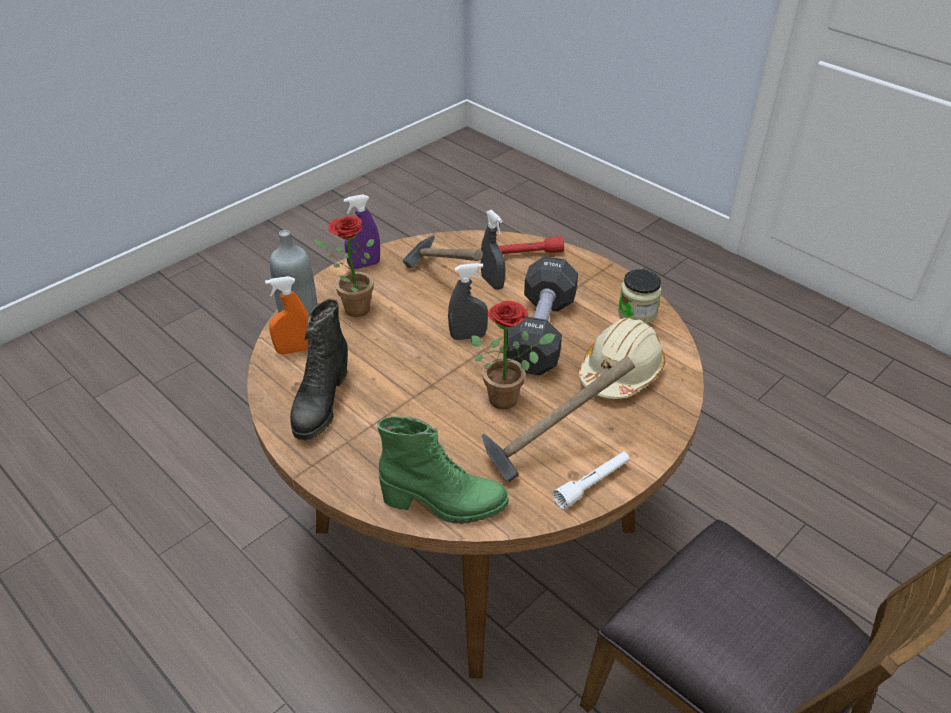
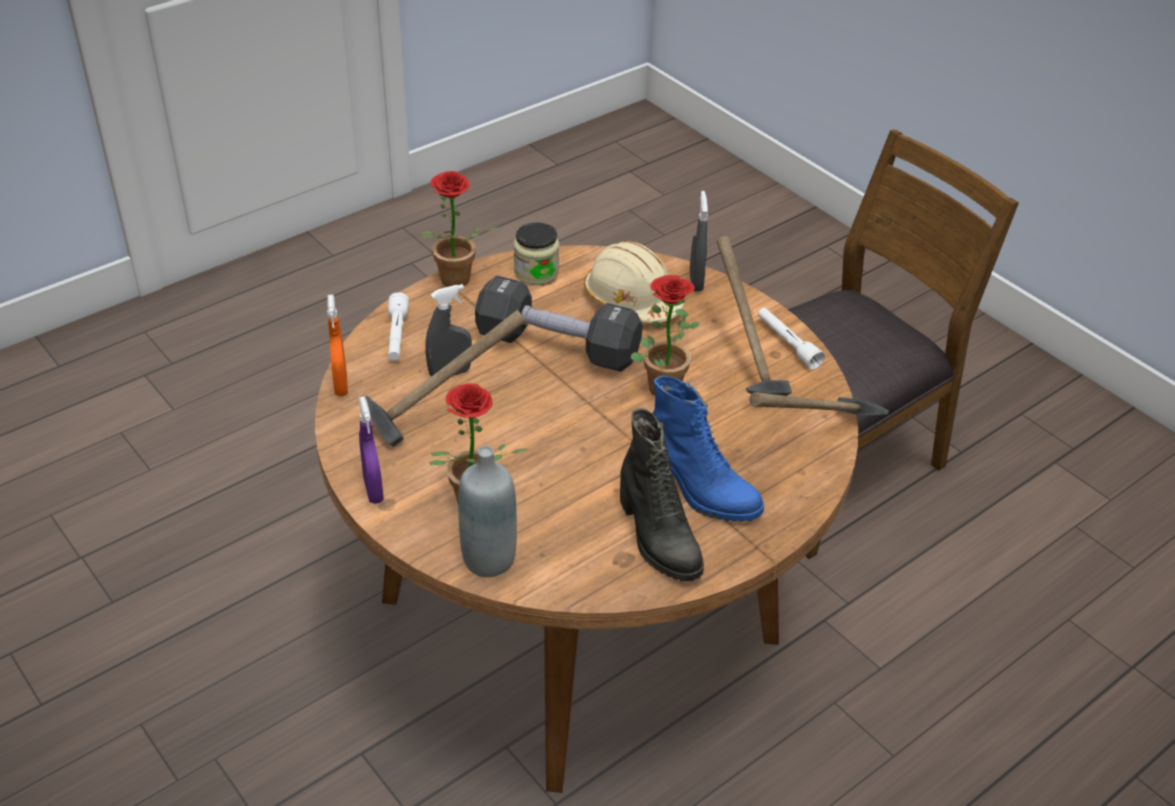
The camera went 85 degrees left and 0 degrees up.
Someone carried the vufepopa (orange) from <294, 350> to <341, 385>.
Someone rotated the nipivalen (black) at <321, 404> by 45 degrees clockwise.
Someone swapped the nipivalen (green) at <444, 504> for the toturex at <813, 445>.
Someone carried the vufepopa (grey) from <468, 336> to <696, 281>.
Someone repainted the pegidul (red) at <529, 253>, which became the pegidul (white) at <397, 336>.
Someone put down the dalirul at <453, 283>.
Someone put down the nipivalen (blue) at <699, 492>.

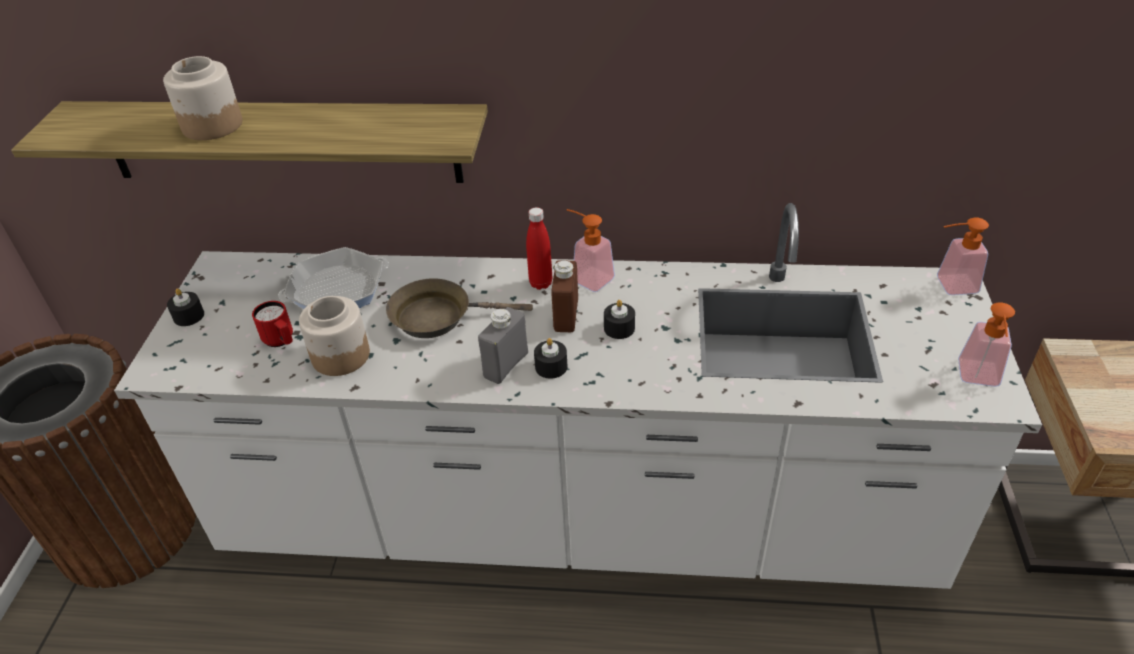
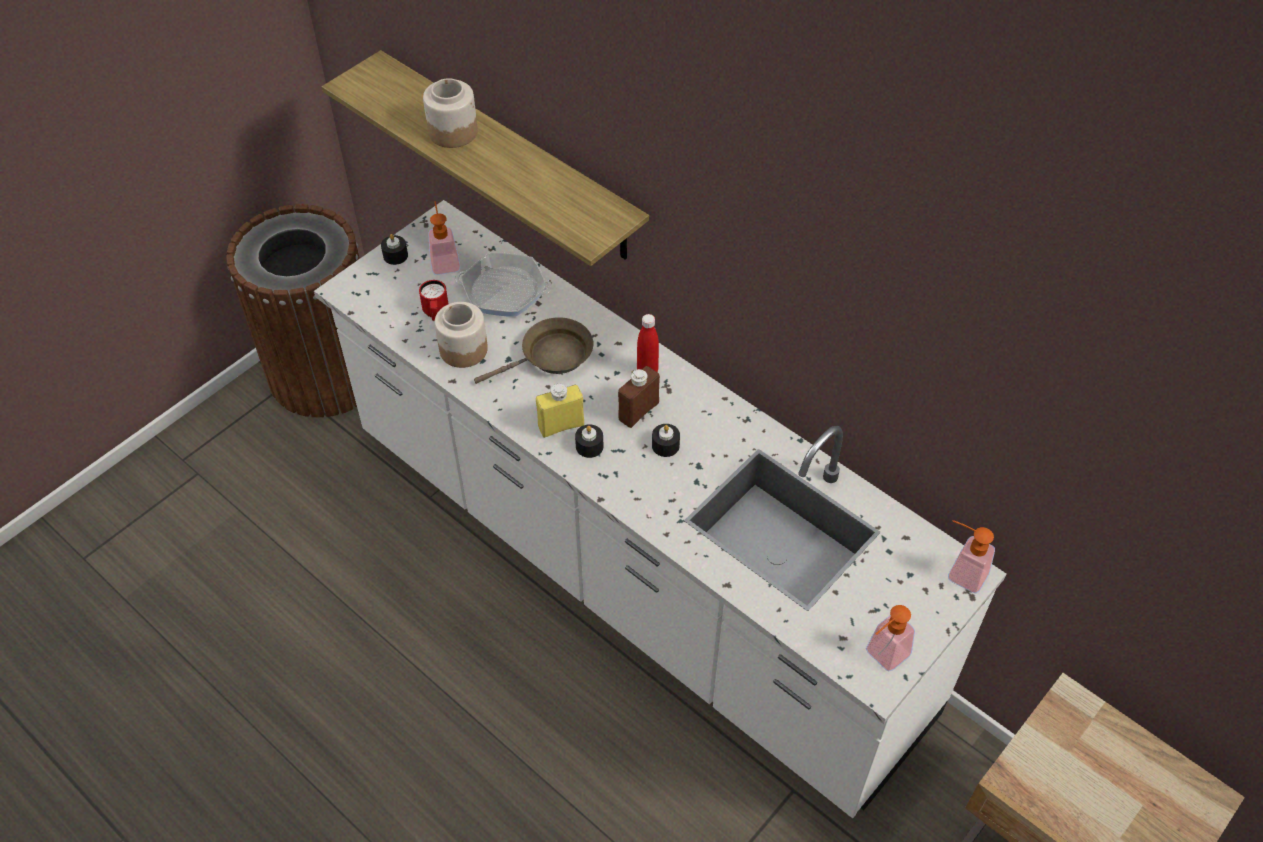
The camera went 35 degrees right and 10 degrees up.
Someone rotated the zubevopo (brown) at <438, 316> by 120 degrees clockwise.
Someone repainted the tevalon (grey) at <506, 365>, which became the tevalon (yellow) at <561, 426>.
Someone carried the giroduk from <587, 277> to <444, 260>.

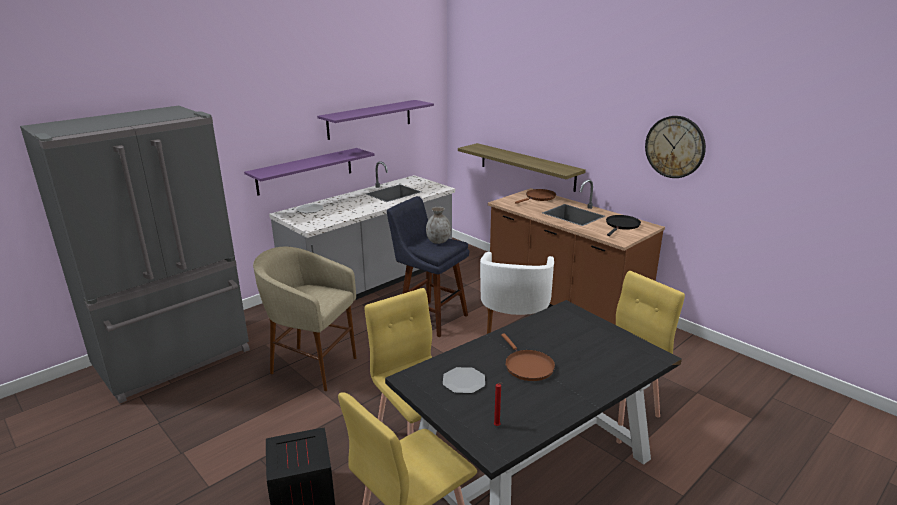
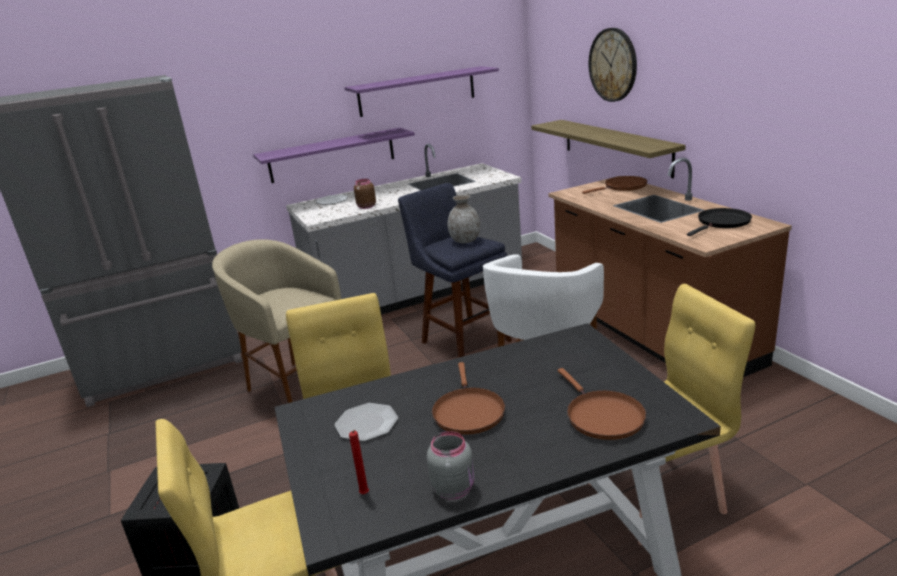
The camera went 20 degrees right and 0 degrees up.
Someone carried the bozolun from <675, 147> to <613, 65>.
Someone put down the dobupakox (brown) at <366, 207>.
Someone put down the dobupakox (grey) at <453, 488>.
Someone put down the zubevopo (brown) at <602, 416>.

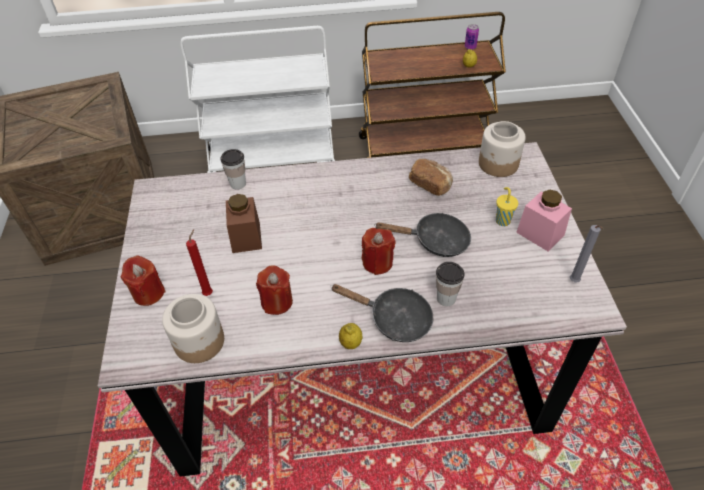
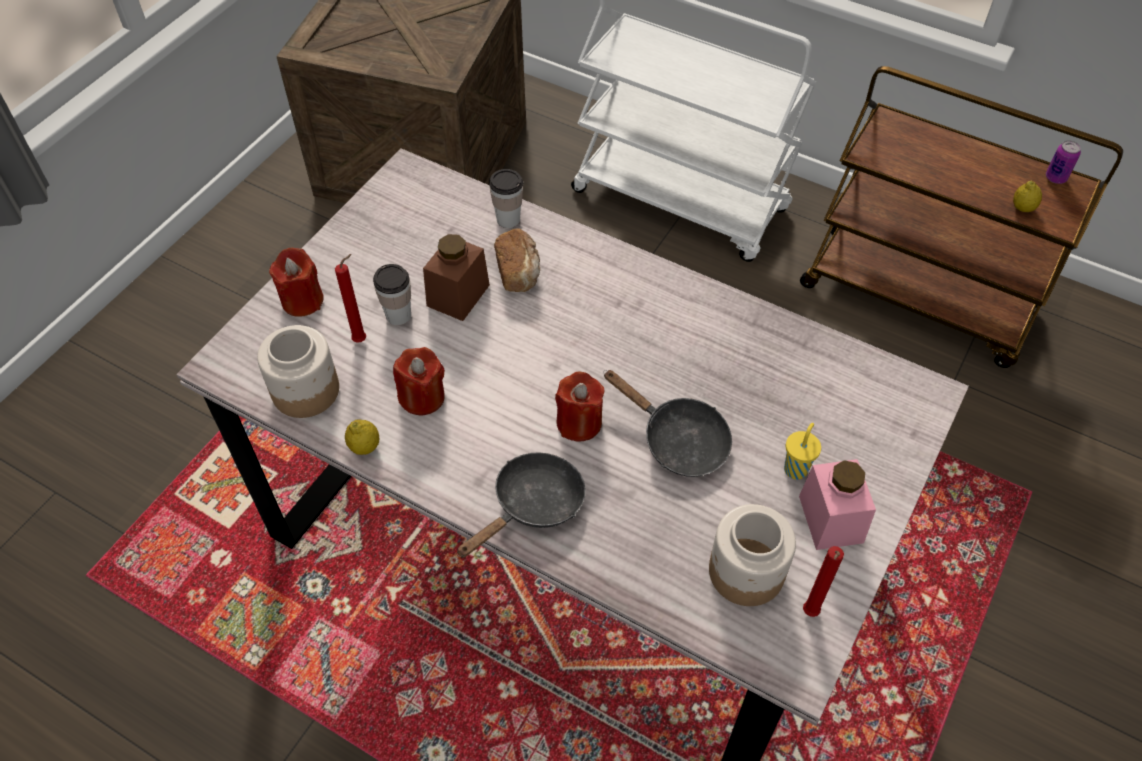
The camera went 35 degrees right and 5 degrees up.
Someone rotated the zubevopo (black) at <394, 319> by 105 degrees counterclockwise.
Someone carried the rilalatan from <351, 343> to <365, 447>.
Someone carried the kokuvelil from <430, 184> to <519, 271>.
Someone carried the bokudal from <446, 298> to <398, 315>.
Someone carried the dobupakox from <498, 164> to <745, 572>.
Someone repainted the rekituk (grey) at <574, 282>, which became the rekituk (red) at <809, 614>.

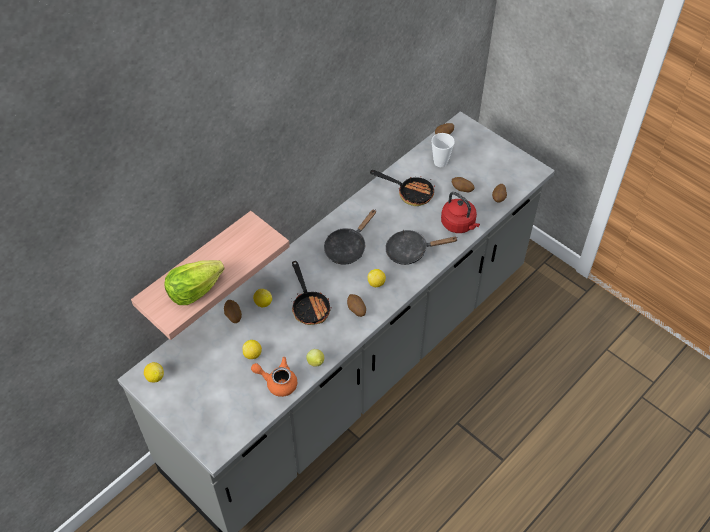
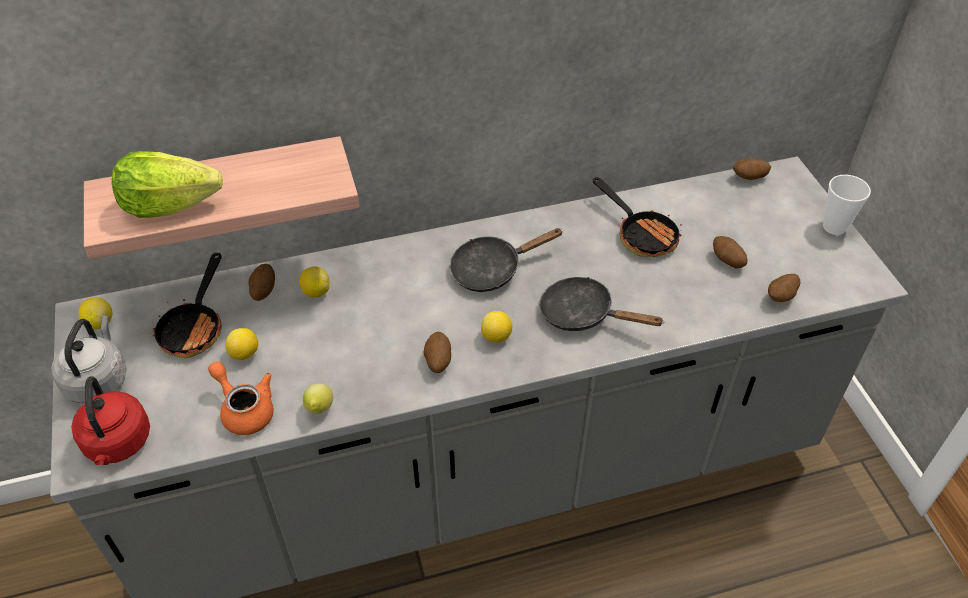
The camera went 30 degrees right and 5 degrees down.
Someone carried the zubevopo from <309, 306> to <195, 327>.
Someone carried the bokudal from <440, 162> to <834, 227>.
Someone carried the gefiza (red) from <459, 224> to <118, 444>.
Someone put down the gefiza (grey) at <98, 379>.

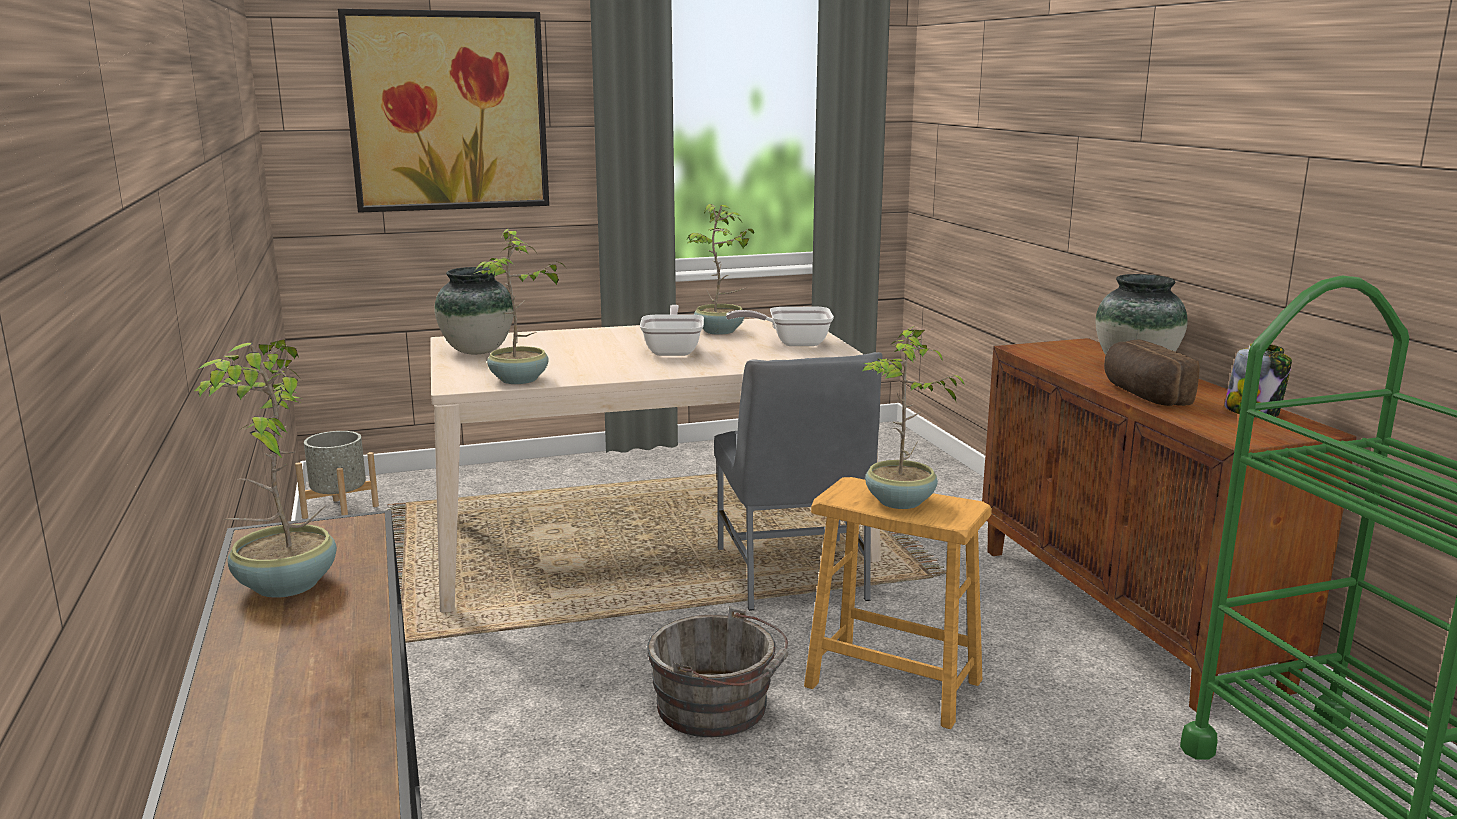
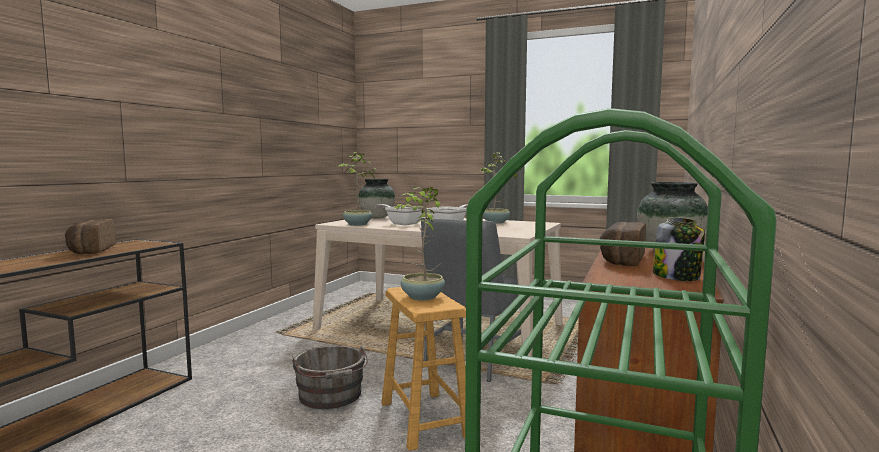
The camera went 40 degrees right and 10 degrees down.
Someone swapped the dalirul at <284, 586> for the kokuvelil at <90, 250>.
Someone took away the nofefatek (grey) at <341, 512>.
Someone took away the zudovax at <448, 111>.
Someone carried the zubevopo from <792, 343> to <402, 224>.

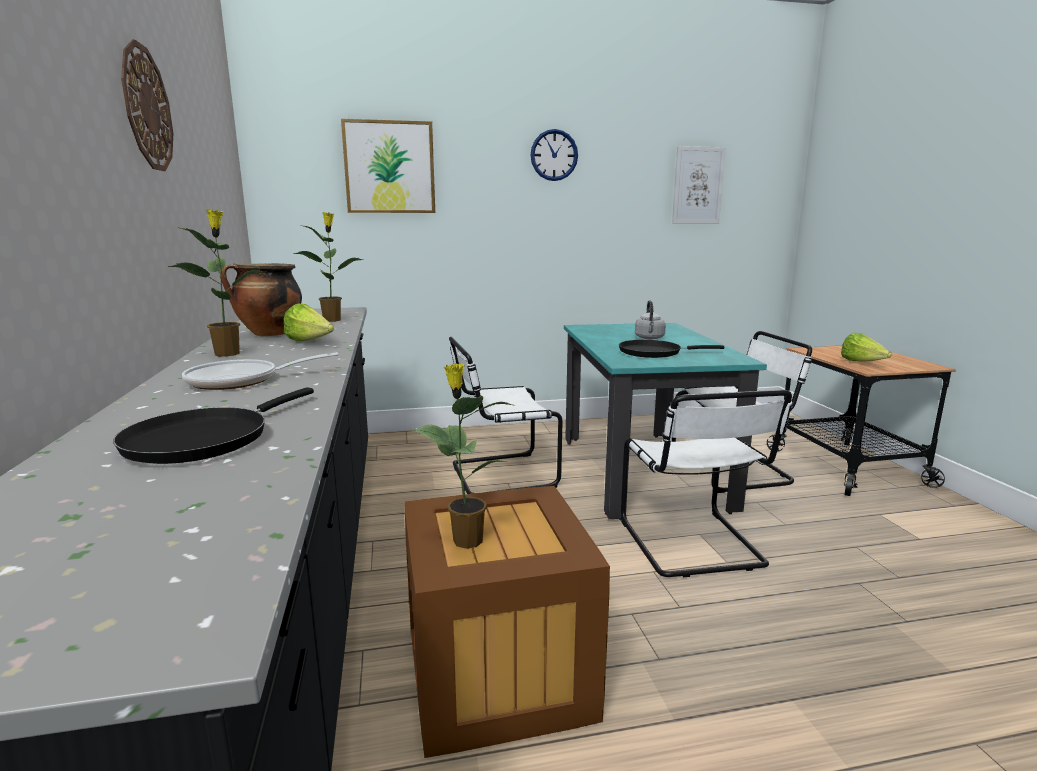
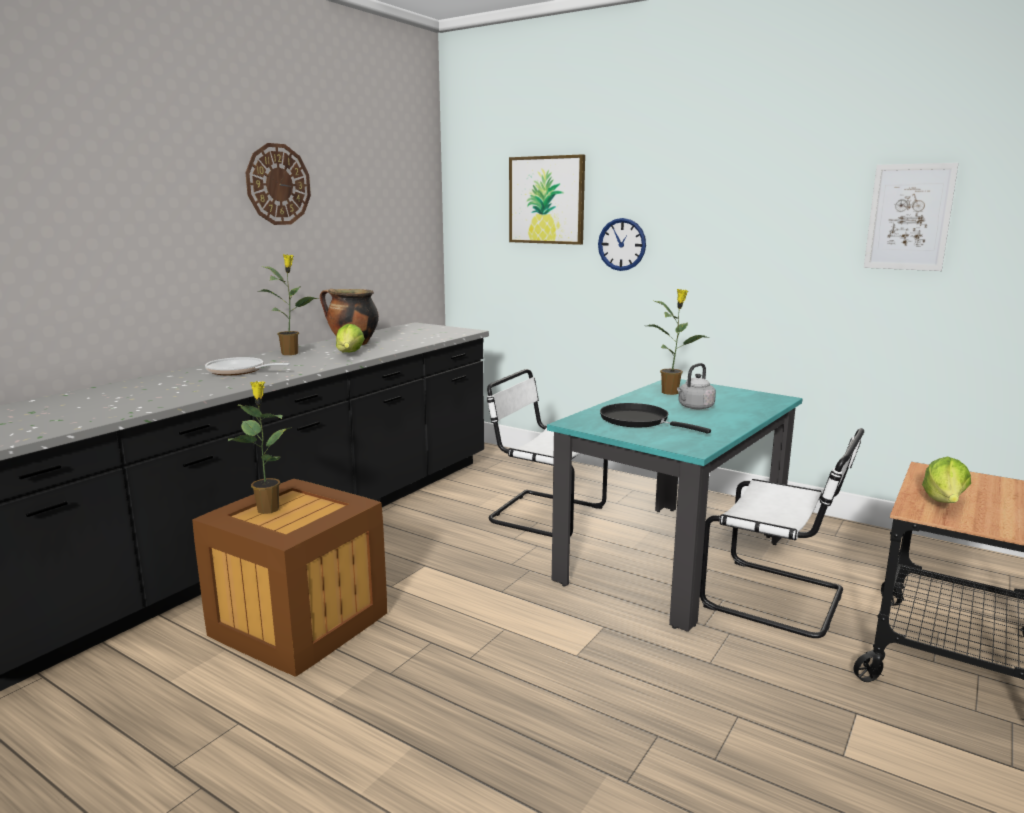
The camera went 45 degrees right and 0 degrees up.
Someone took away the zubevopo (black) at <205, 439>.
Someone carried the dalirul from <333, 320> to <671, 392>.
Someone carried the bozolun from <554, 155> to <622, 244>.
Someone took away the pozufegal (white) at <693, 545>.

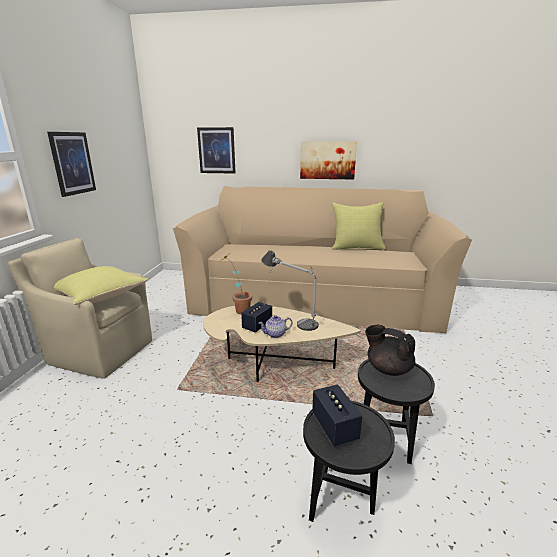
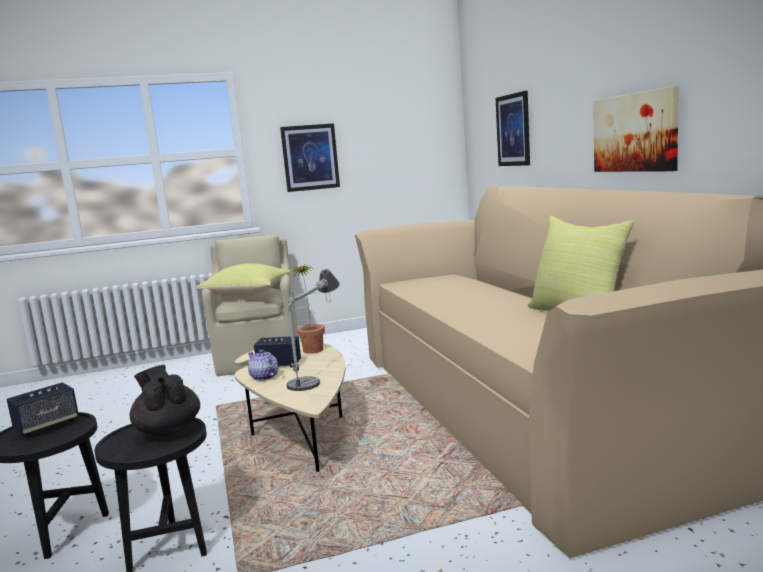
The camera went 65 degrees right and 10 degrees down.
Someone rotated the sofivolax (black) at <388, 368> by 45 degrees counterclockwise.

